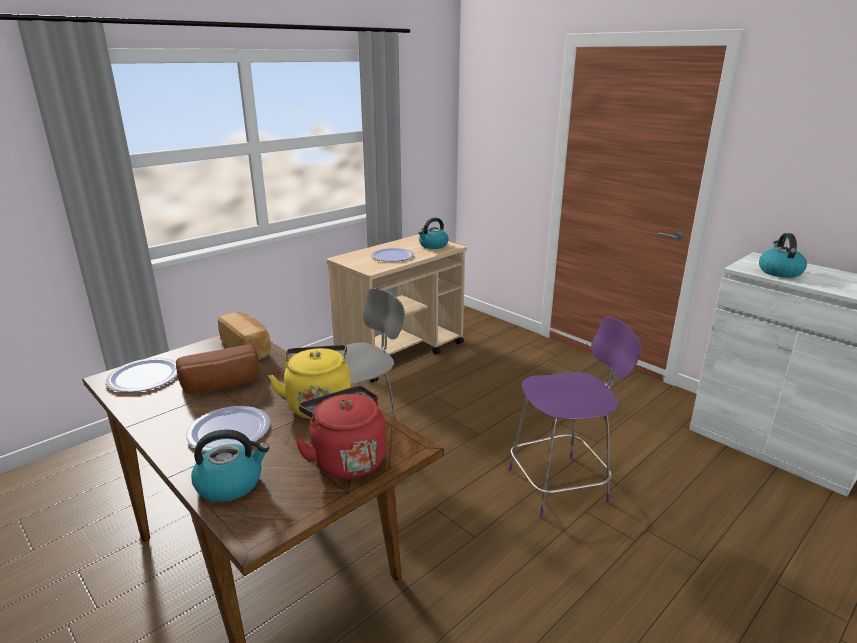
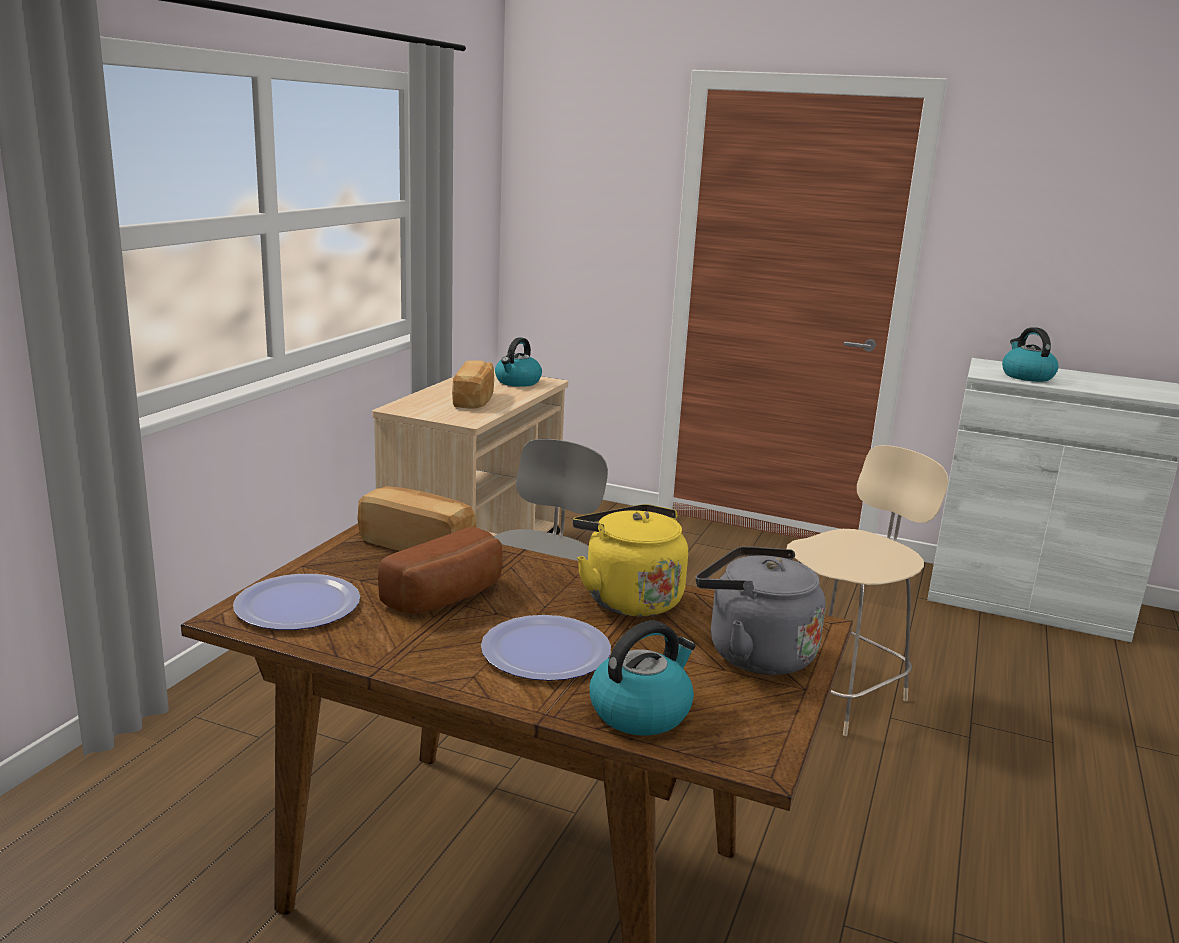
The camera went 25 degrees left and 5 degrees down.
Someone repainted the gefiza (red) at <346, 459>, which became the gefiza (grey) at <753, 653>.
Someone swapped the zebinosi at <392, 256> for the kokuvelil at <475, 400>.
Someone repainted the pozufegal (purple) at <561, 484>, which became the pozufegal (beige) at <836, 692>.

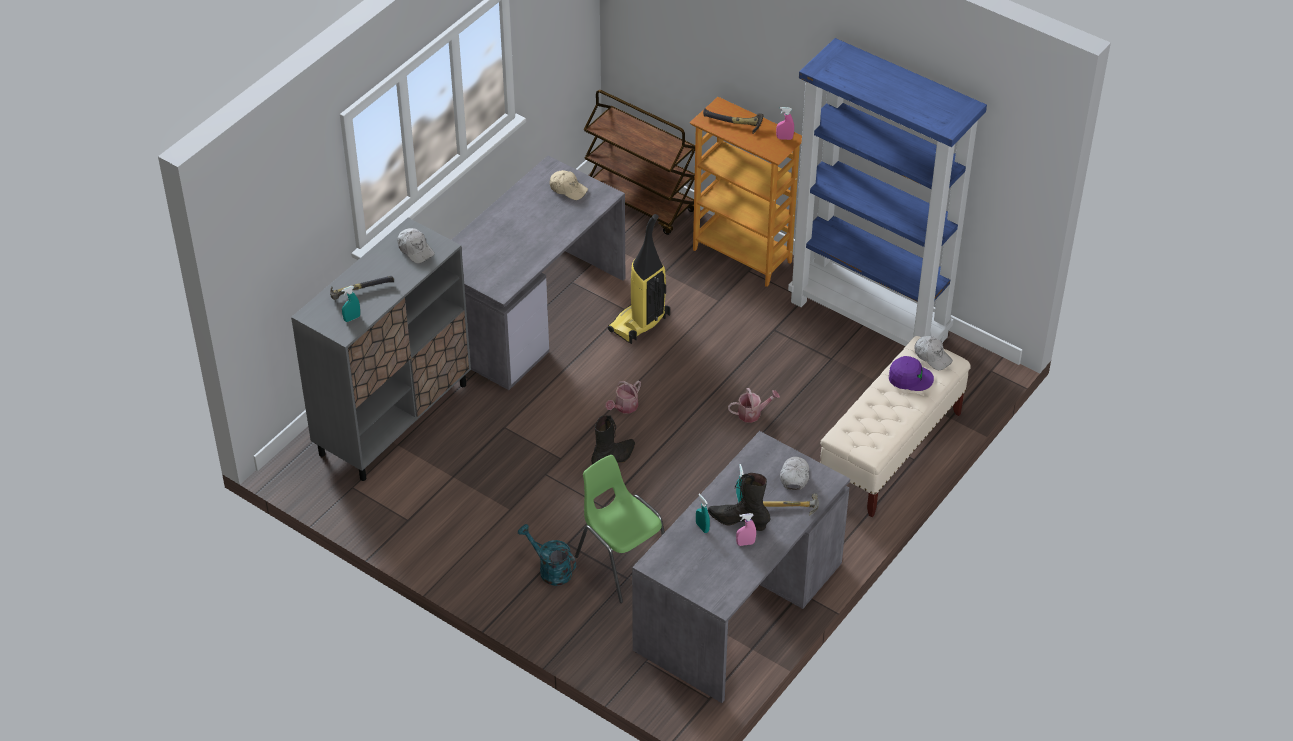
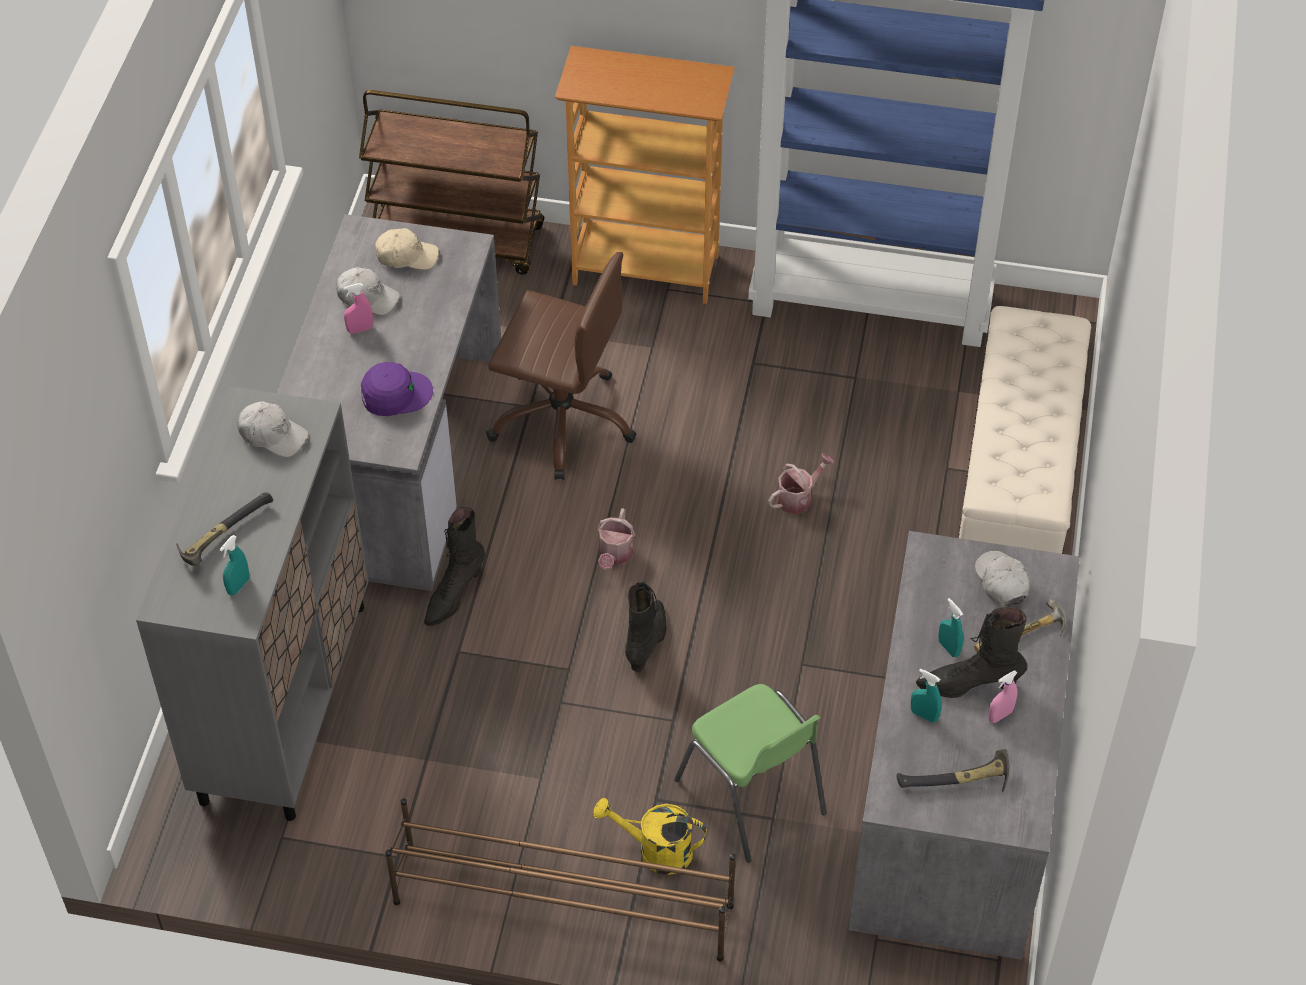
The camera went 25 degrees left and 5 degrees up.
Someone repainted the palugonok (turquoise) at <550, 570>, which became the palugonok (yellow) at <655, 851>.
Someone rotated the pozufegal (green) at <622, 563> by 150 degrees counterclockwise.
Someone swapped the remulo at <640, 324> for the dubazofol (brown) at <563, 421>.
Someone carried the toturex from <733, 124> to <957, 783>.
Someone carried the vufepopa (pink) from <784, 138> to <360, 329>.
Someone carried the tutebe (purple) from <910, 377> to <395, 394>.
Someone carried the tutebe (white) from <932, 356> to <367, 297>.
Someone put down the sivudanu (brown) at <561, 903>.
Someone put down the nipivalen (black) at <454, 595>.

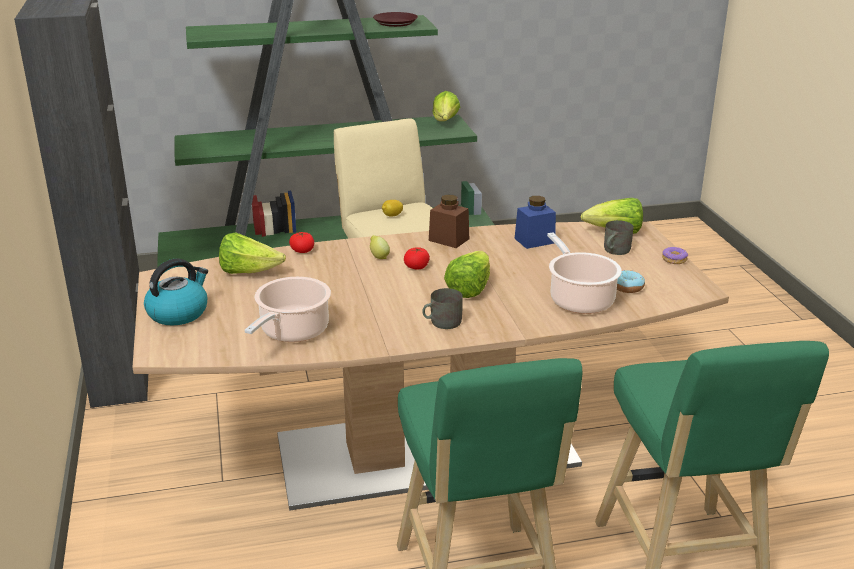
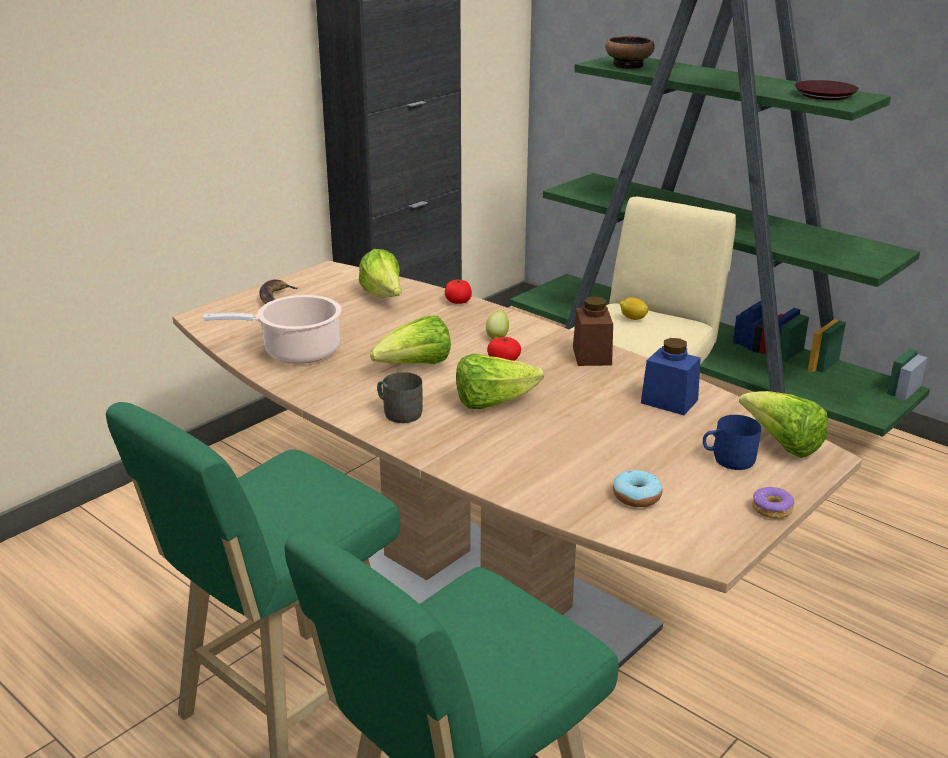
The camera went 55 degrees right and 0 degrees up.
Someone swapped the gefiza at <178, 313> for the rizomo at <276, 298>.
Someone carried the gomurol from <445, 122> to <415, 366>.
Someone took away the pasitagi at <579, 299>.
Someone repainted the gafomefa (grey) at <614, 250>, which became the gafomefa (blue) at <728, 459>.
Someone put down the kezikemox at <628, 66>.

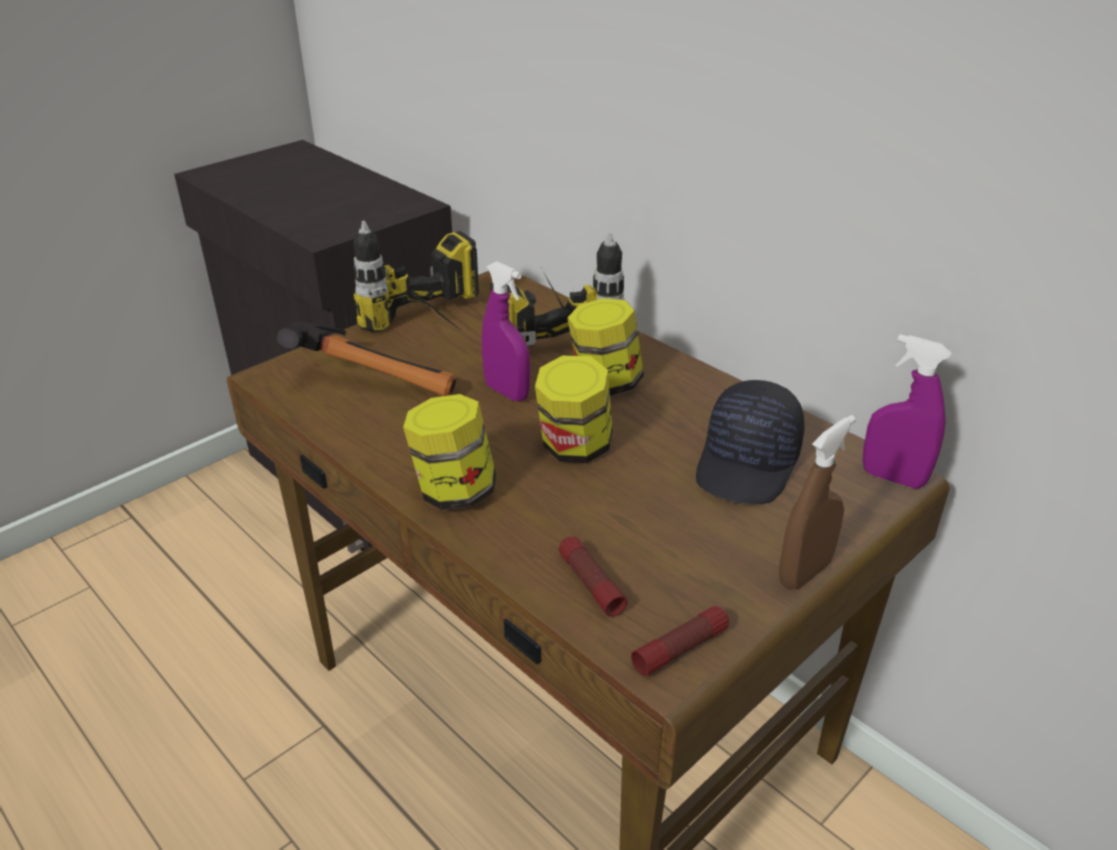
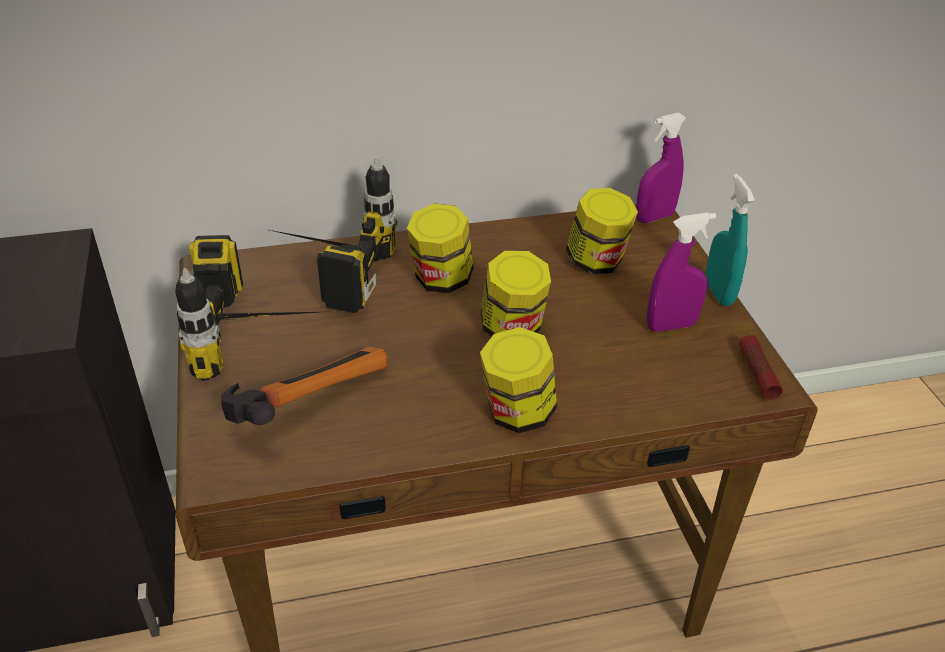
The camera went 60 degrees left and 5 degrees up.
Someone carried the vufepopa (purple) from <507, 392> to <671, 325>.
Someone took away the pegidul at <590, 584>.
Someone swapped the tutebe (black) at <749, 464> for the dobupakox at <596, 262>.
Someone repainted the vufepopa (brown) at <804, 573>, which became the vufepopa (turquoise) at <718, 293>.

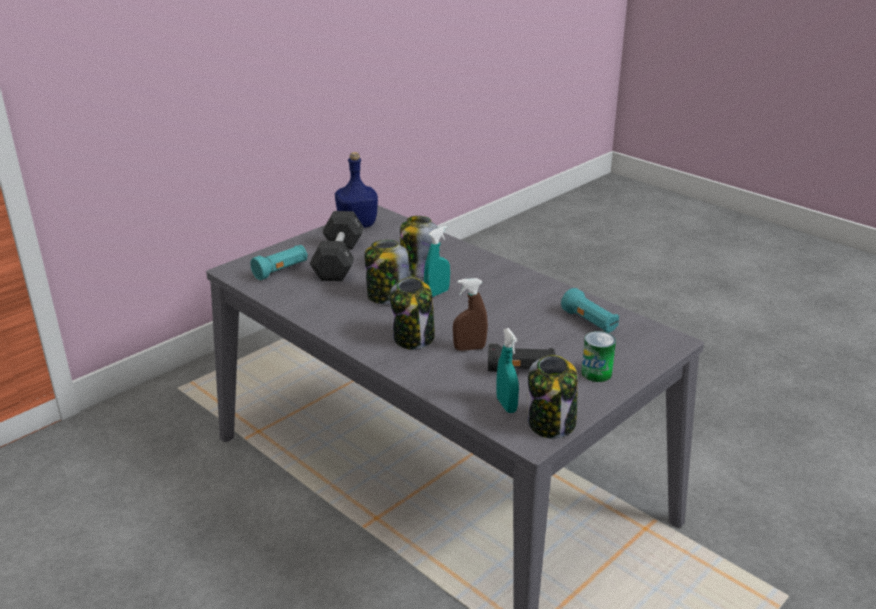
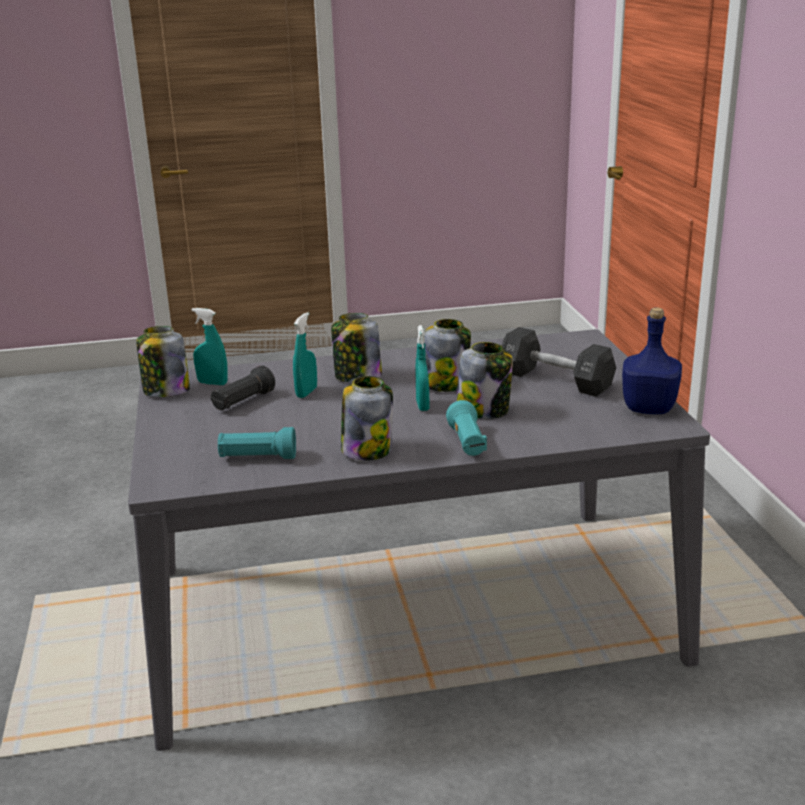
The camera went 125 degrees right and 5 degrees down.
Someone carried the pegidul (turquoise) from <281, 271> to <467, 443>.
Someone repainted the vufepopa (brown) at <469, 348>, which became the vufepopa (turquoise) at <306, 392>.
Someone took away the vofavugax at <596, 373>.
Someone put down the dobupakox at <367, 450>.

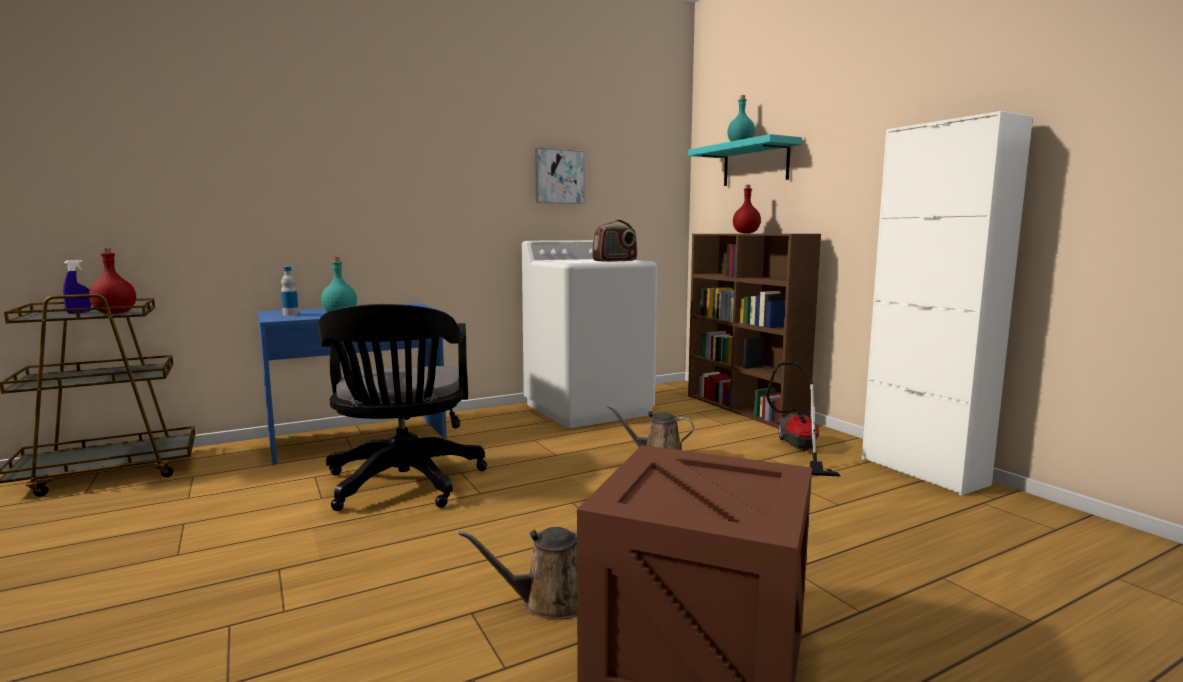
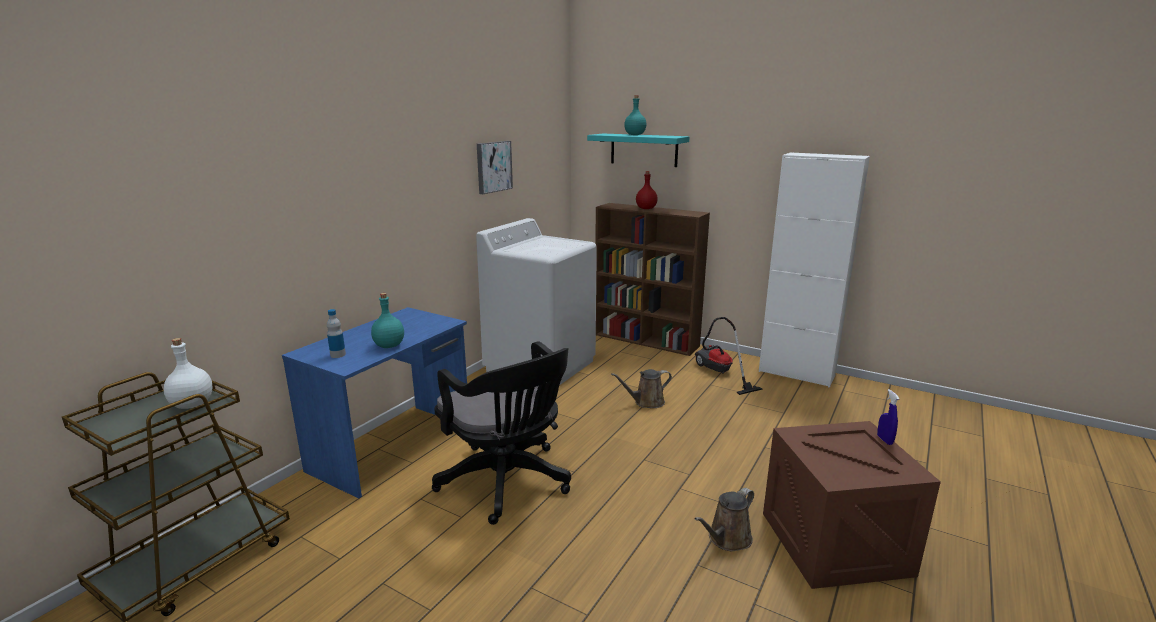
The camera went 30 degrees left and 10 degrees up.
Someone carried the vufepopa (blue) from <79, 312> to <884, 440>.
Someone repainted the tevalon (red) at <114, 313>, which became the tevalon (white) at <191, 404>.
Someone took away the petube at <615, 261>.

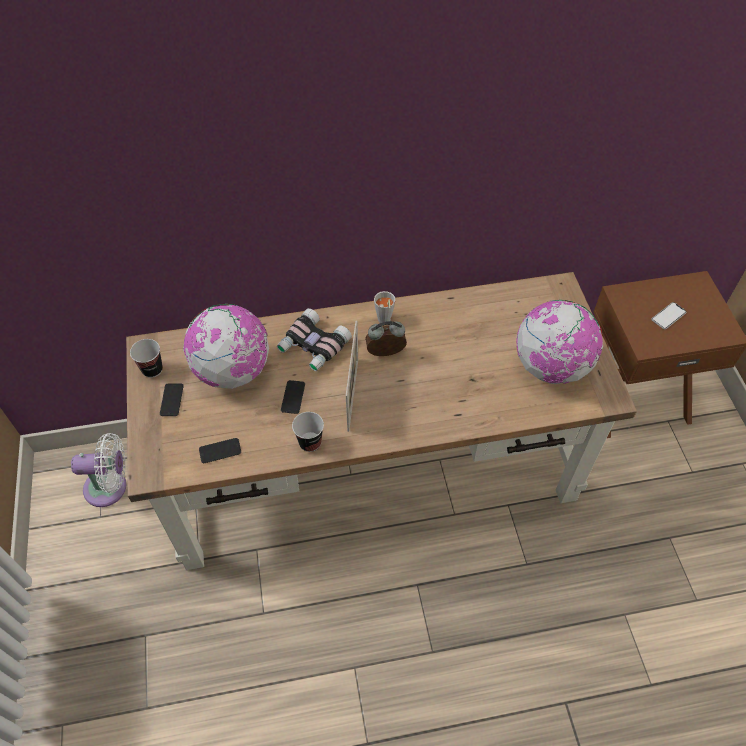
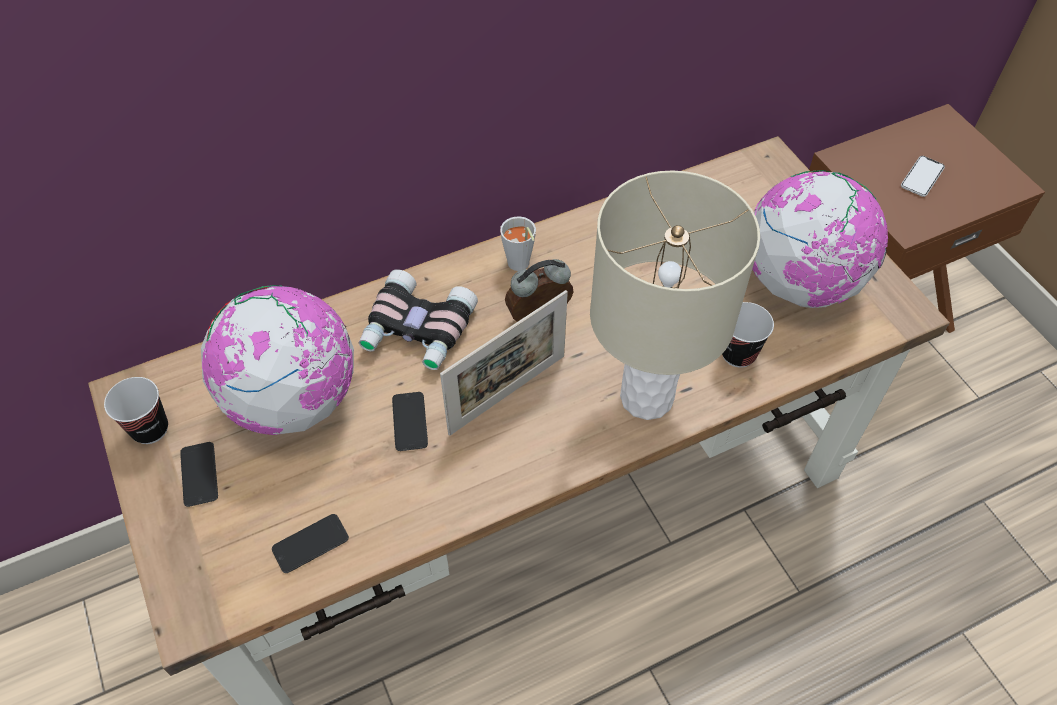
The camera went 15 degrees left and 0 degrees up.
Someone took away the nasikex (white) at <110, 487>.
Someone carried the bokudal from <310, 442> to <738, 354>.
Someone rotated the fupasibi at <353, 394> by 60 degrees clockwise.
Someone put down the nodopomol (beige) at <647, 398>.

